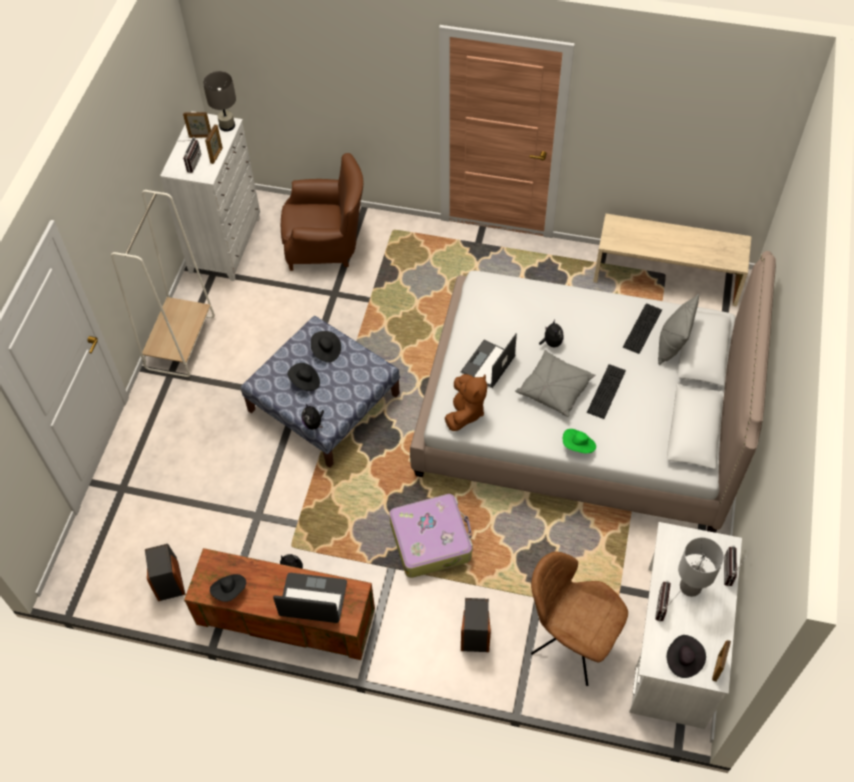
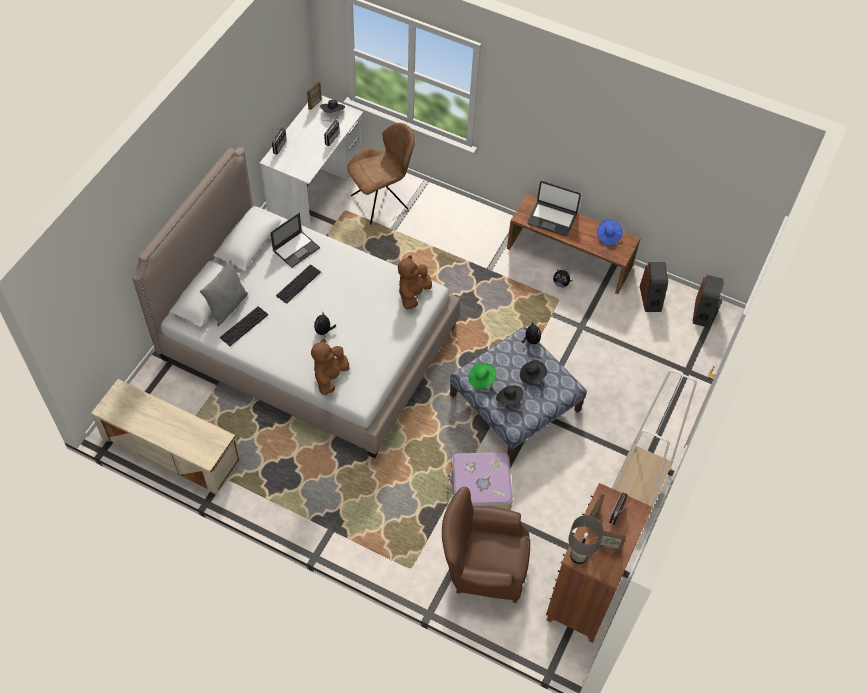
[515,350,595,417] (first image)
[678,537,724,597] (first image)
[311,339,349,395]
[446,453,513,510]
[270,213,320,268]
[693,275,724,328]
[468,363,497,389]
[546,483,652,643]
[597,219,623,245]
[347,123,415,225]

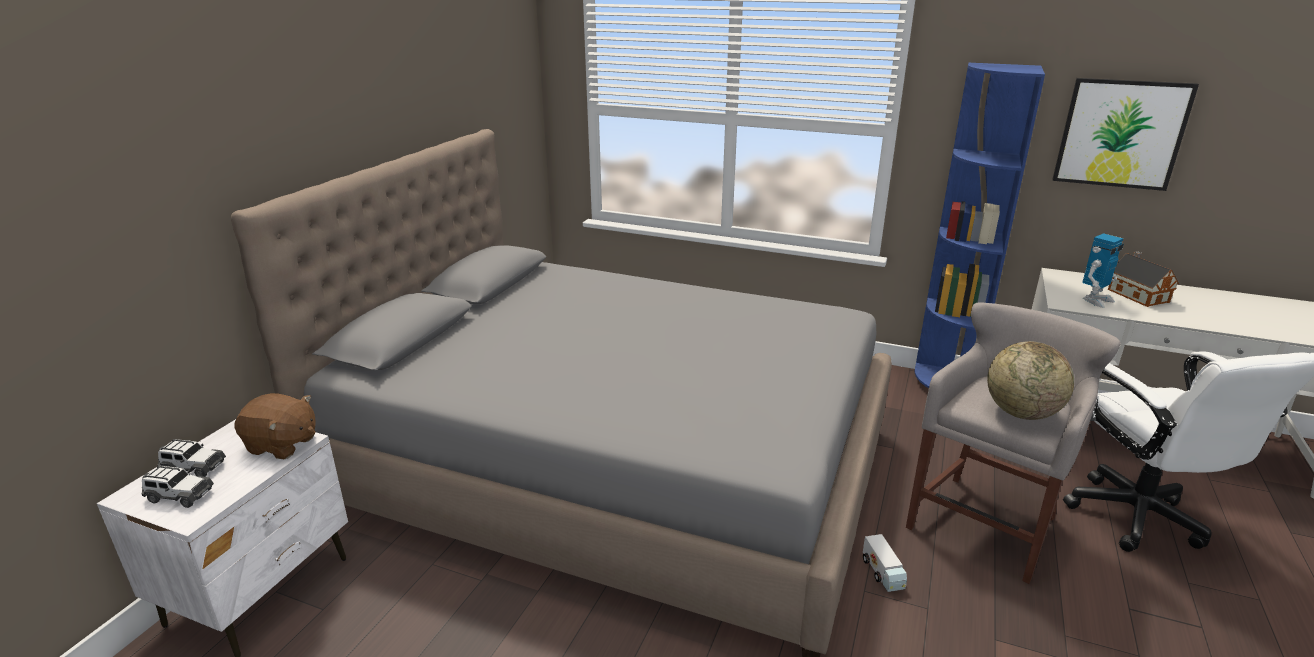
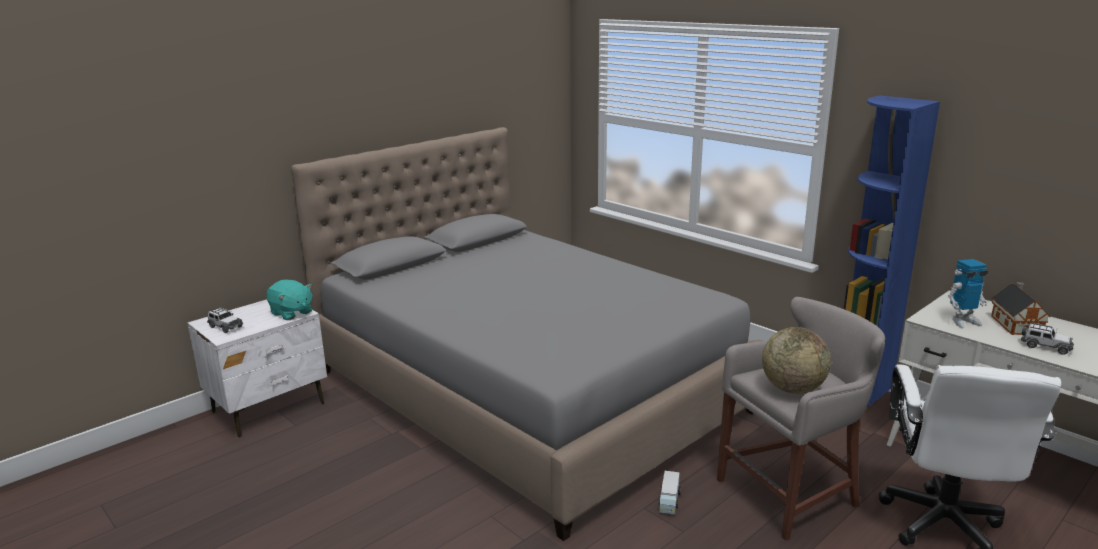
[1052,78,1199,191] (first image)
[1021,323,1074,355]
[266,279,312,320]

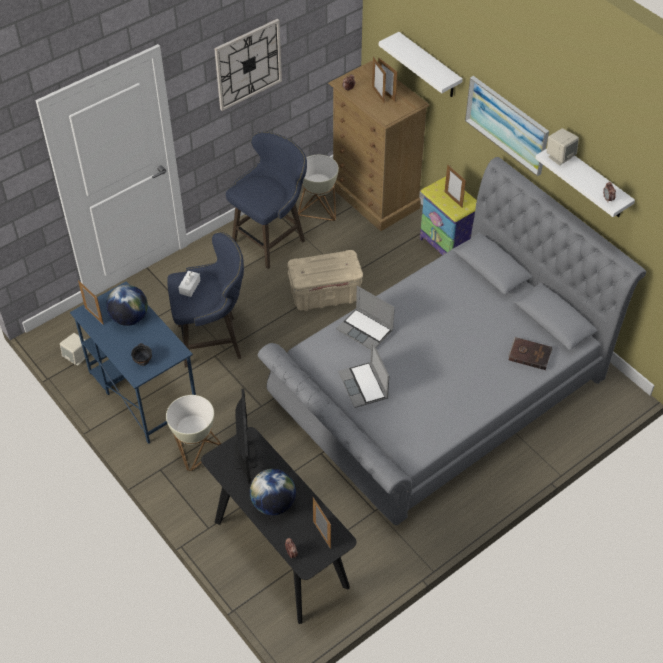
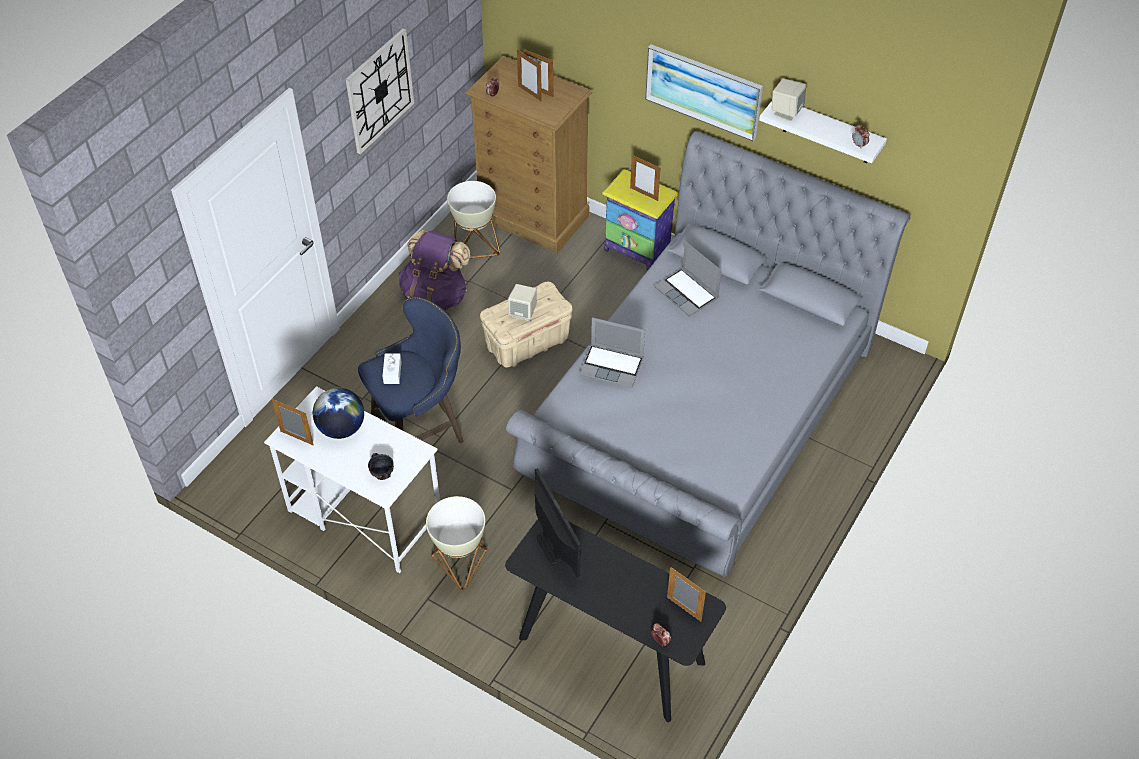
[250,469,296,515] (first image)
[379,32,463,97] (first image)
[508,337,552,370] (first image)
[508,284,537,321]
[654,241,722,317]
[399,230,471,310]
[264,386,440,573]

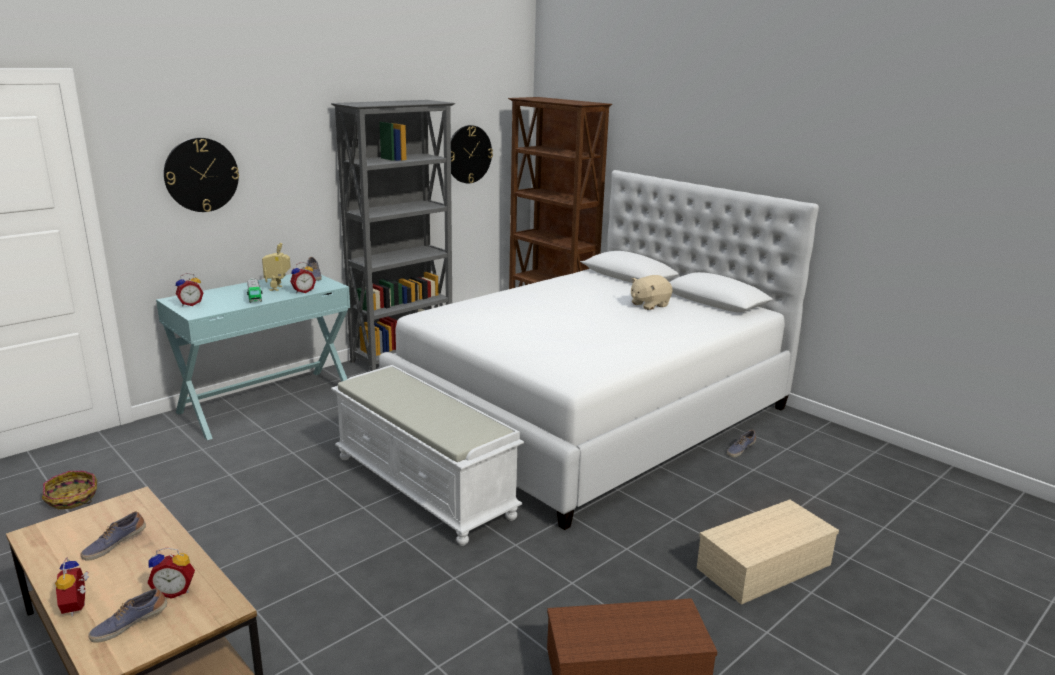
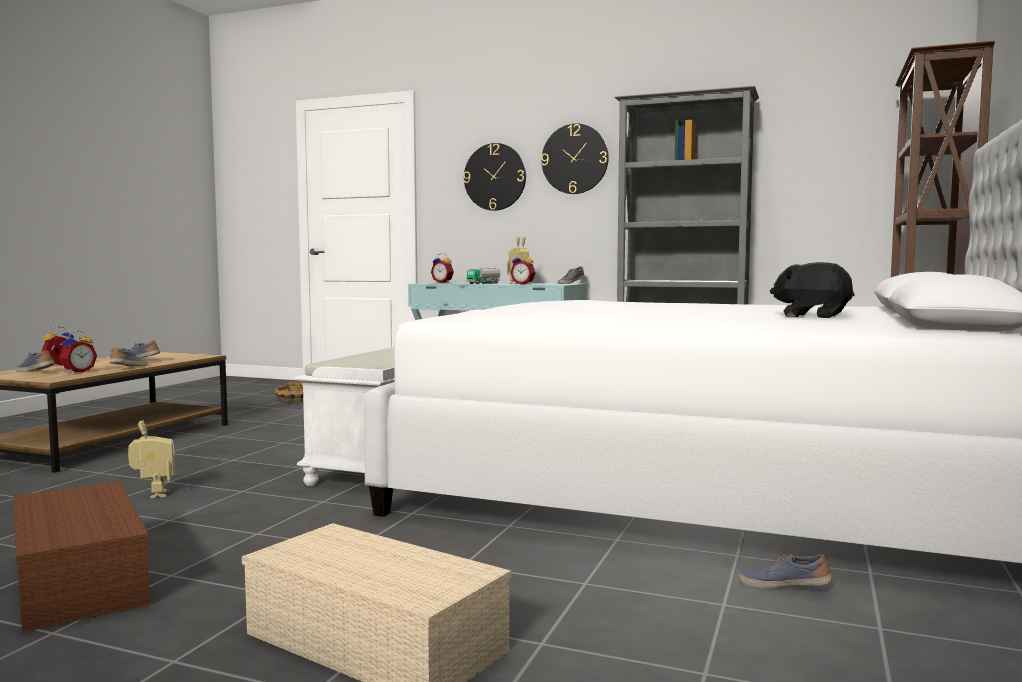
[109,348,147,366]
[128,420,175,498]
[541,124,609,194]
[770,262,854,318]
[60,330,97,373]

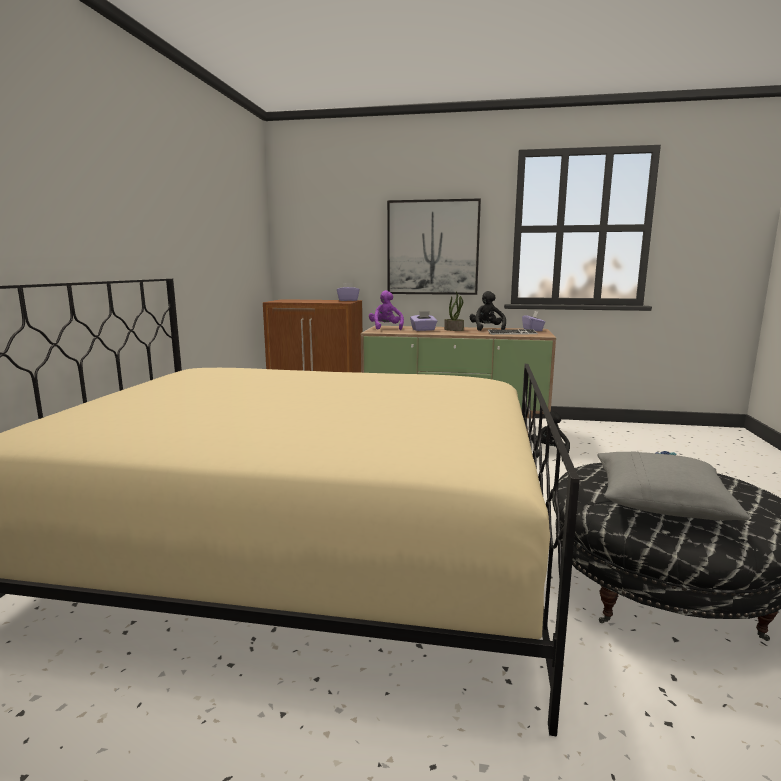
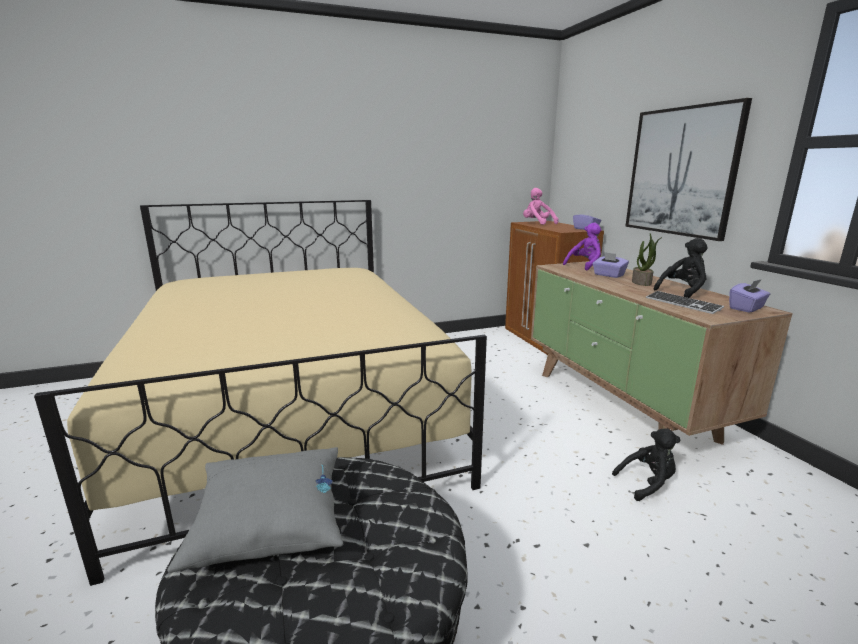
[523,188,559,225]

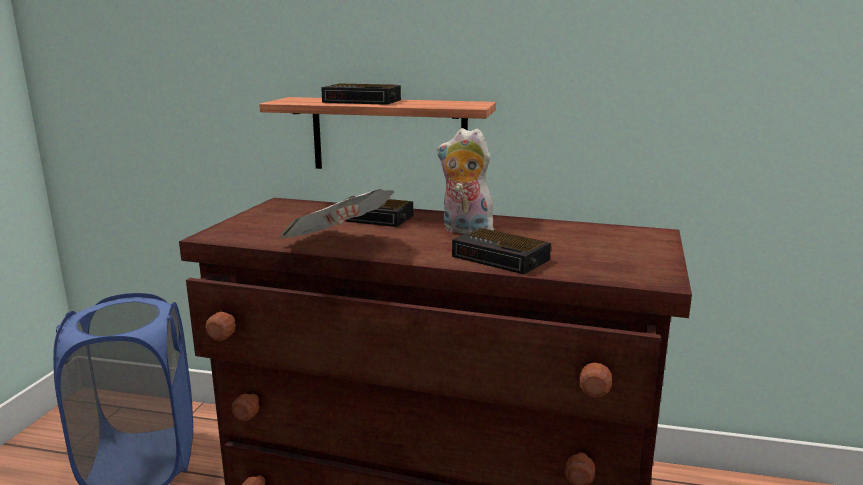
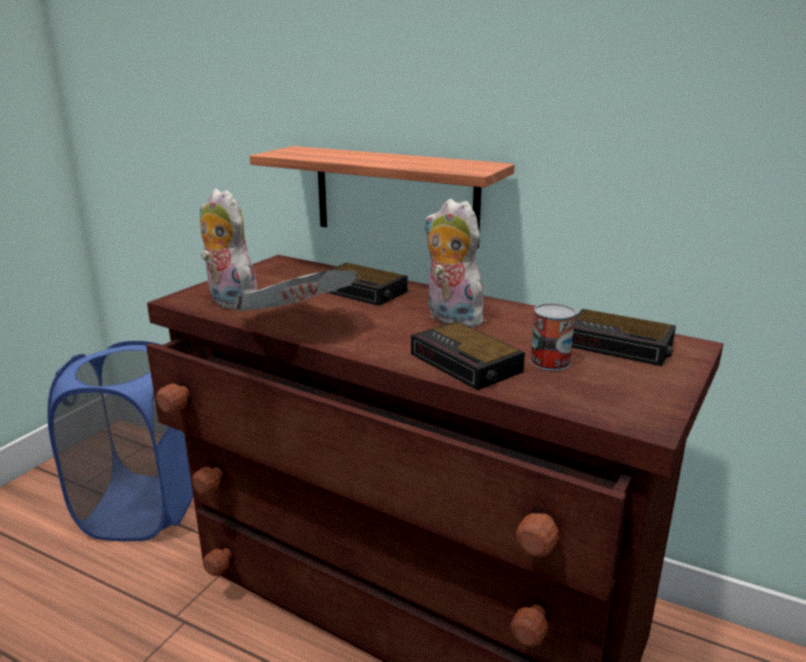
[200,189,258,310]
[530,303,576,371]
[572,309,676,366]

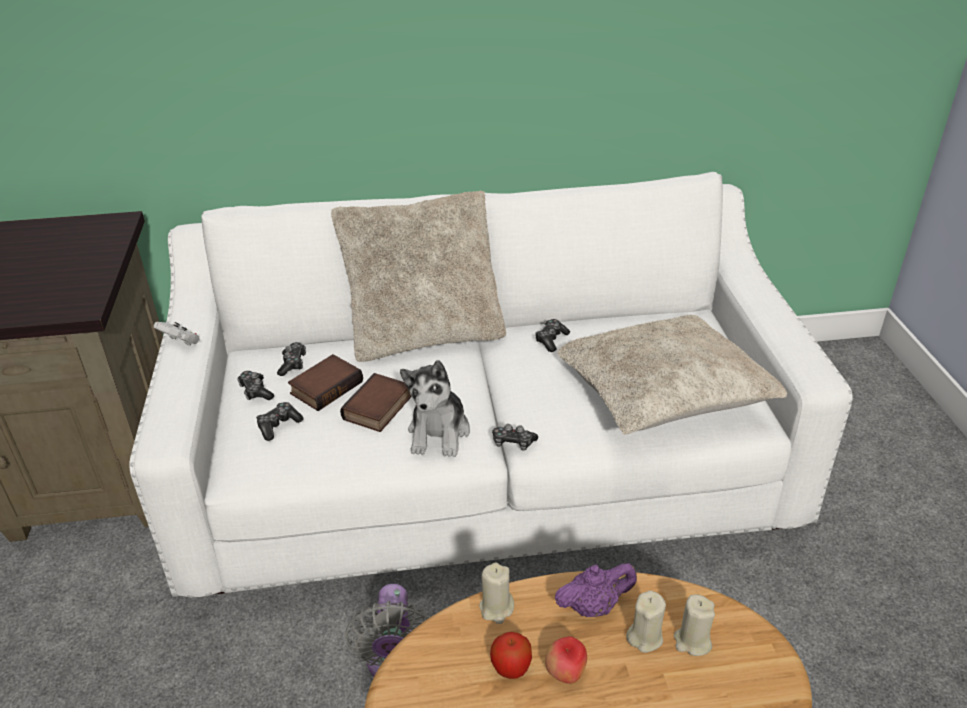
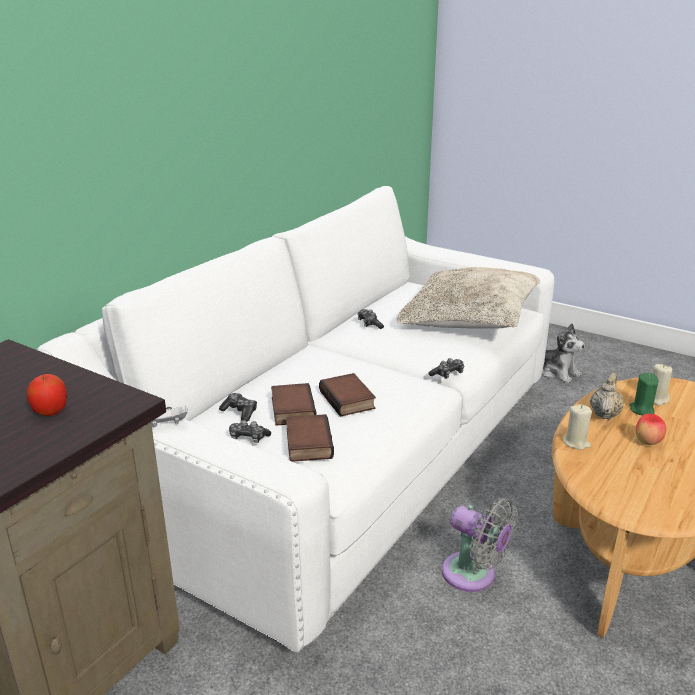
[331,191,506,362] (first image)
[542,323,585,383]
[26,374,67,416]
[286,414,334,462]
[590,372,624,420]
[629,373,658,416]

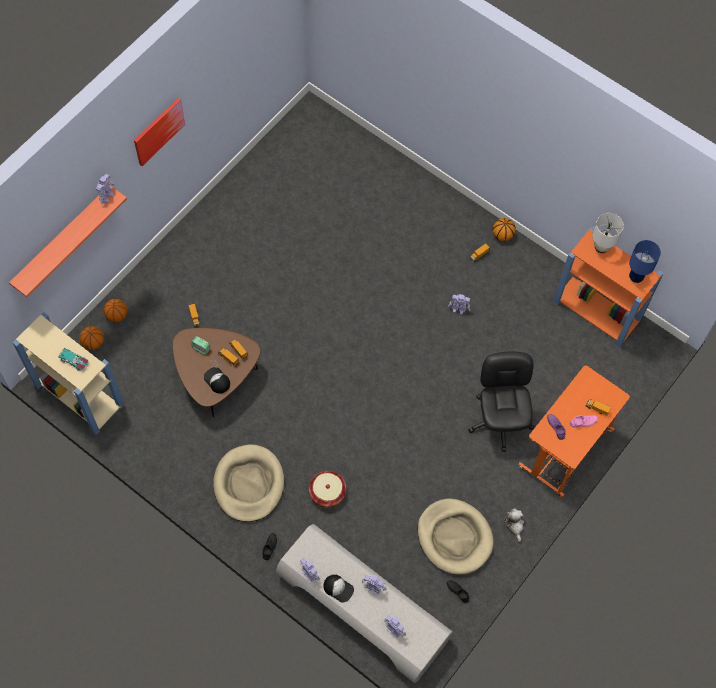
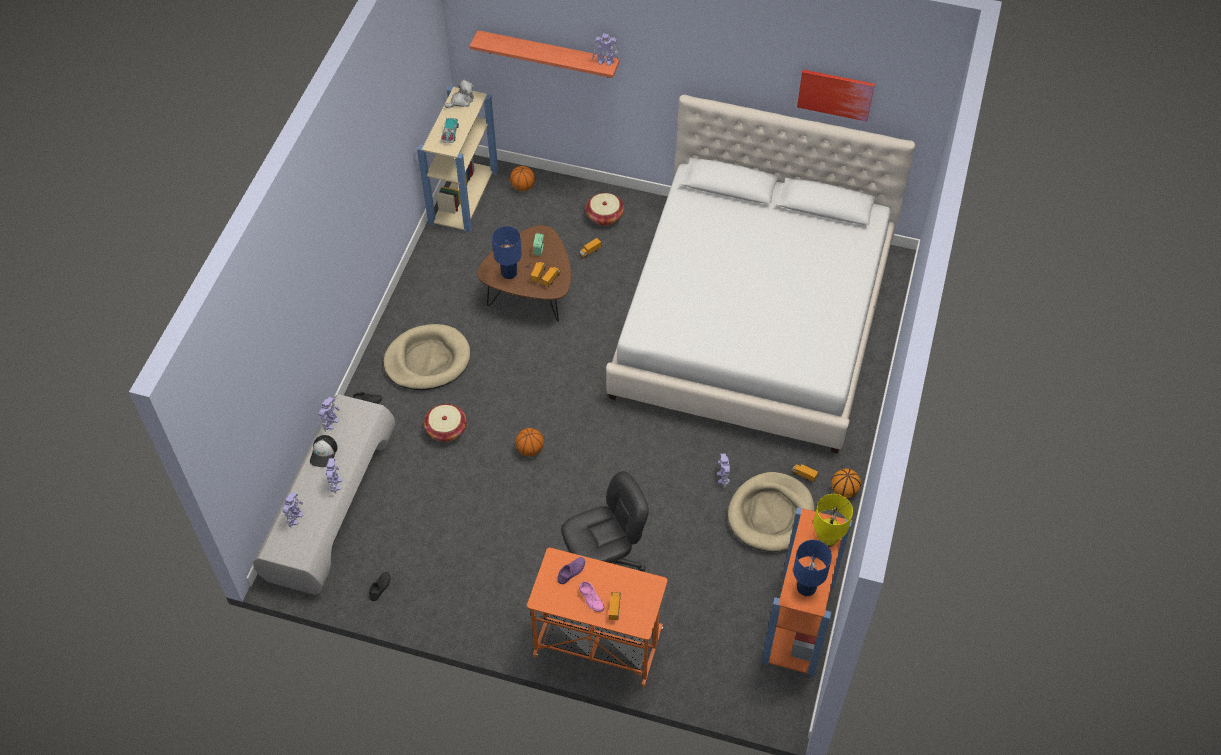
[586,193,624,226]
[606,94,915,453]
[516,428,544,457]
[797,70,875,121]
[728,472,814,552]
[445,79,474,108]
[492,226,522,279]
[813,494,853,547]

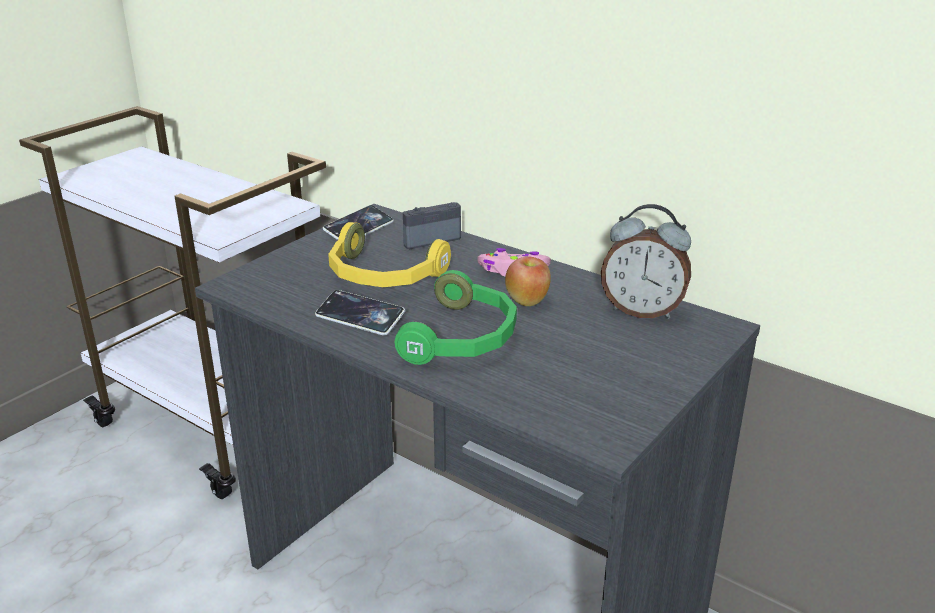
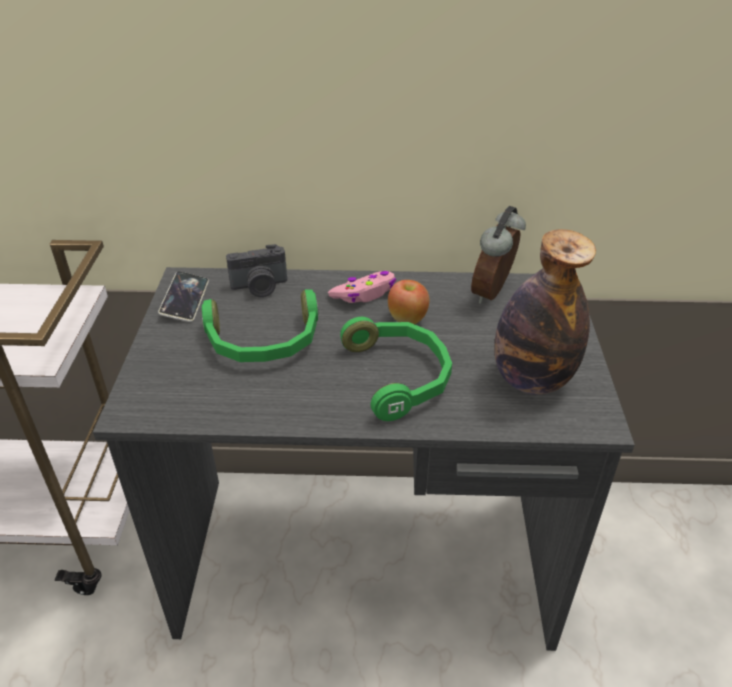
[315,290,405,336] (first image)
[494,229,596,395]
[202,289,318,362]
[226,244,287,297]
[471,206,526,304]

